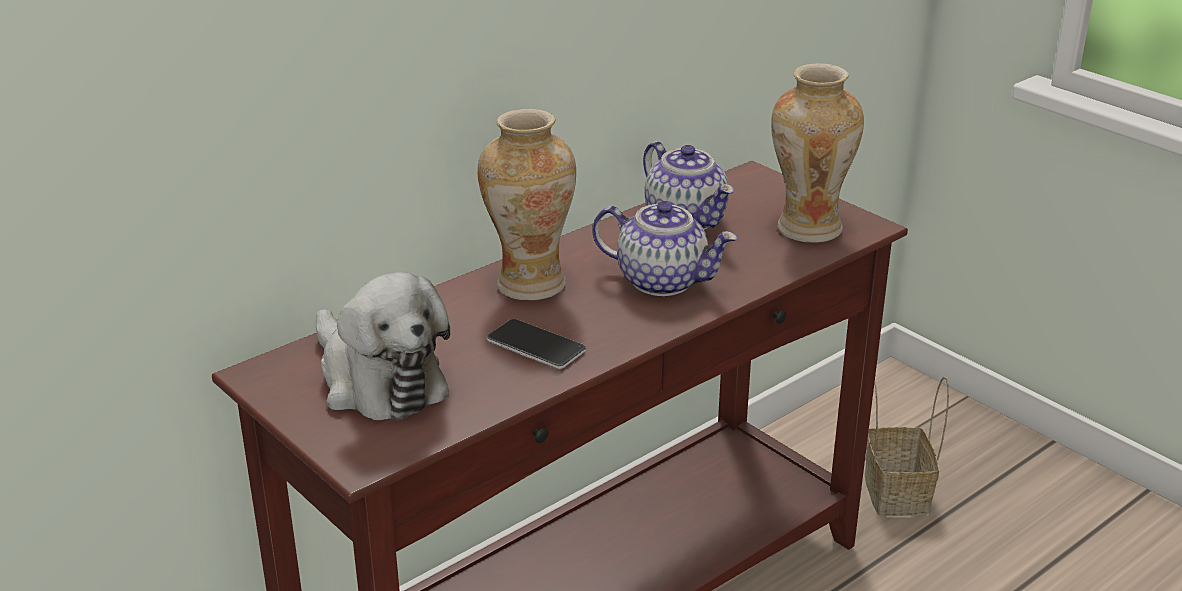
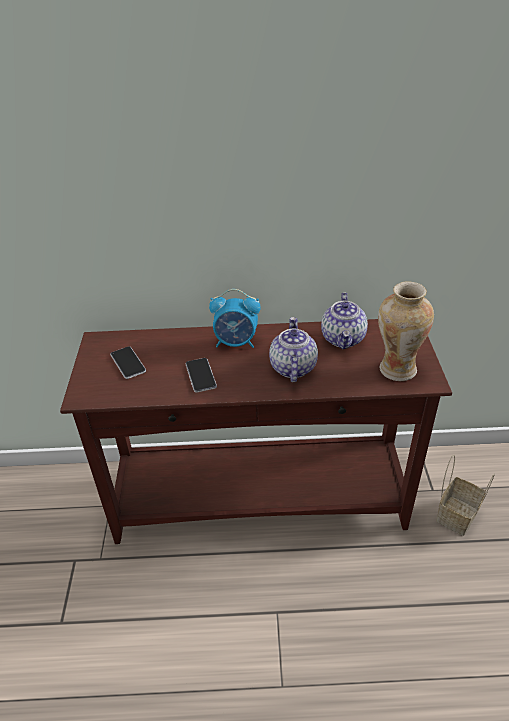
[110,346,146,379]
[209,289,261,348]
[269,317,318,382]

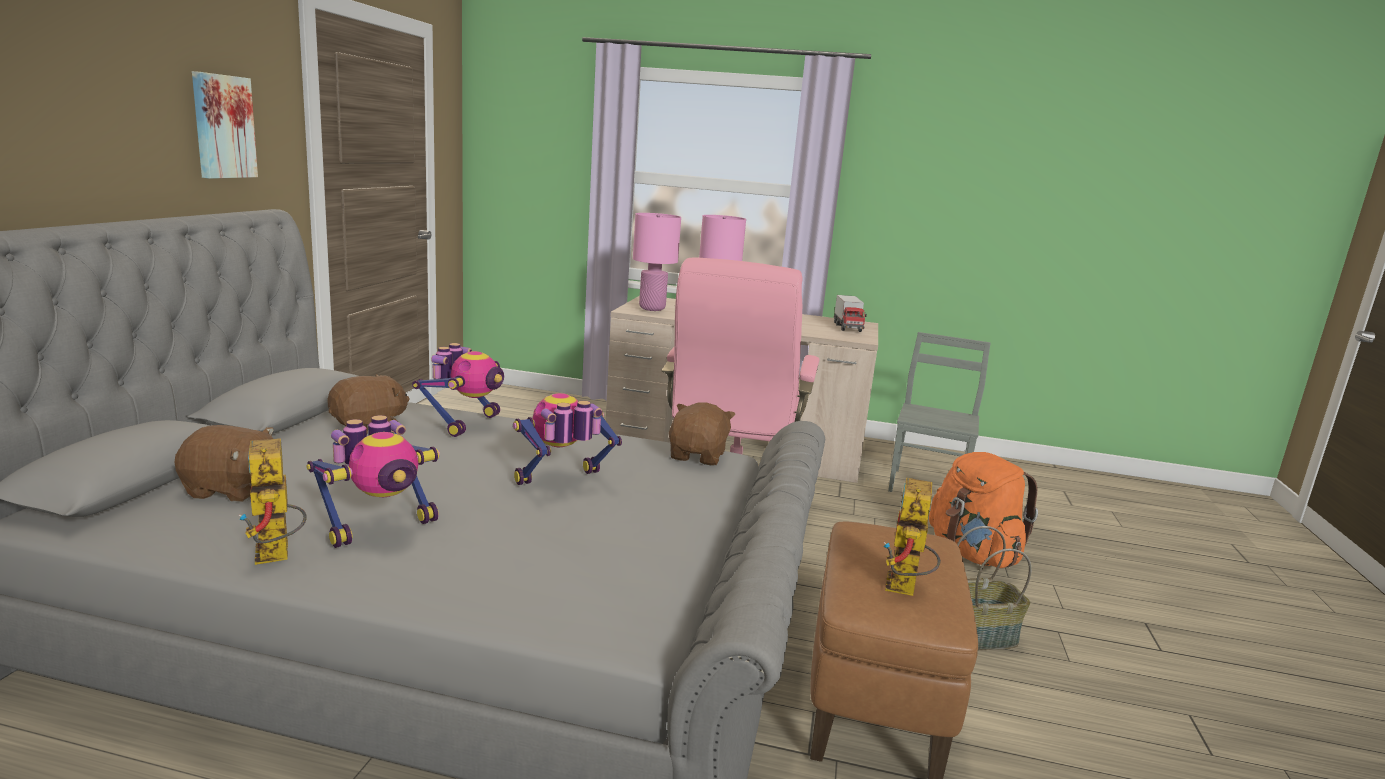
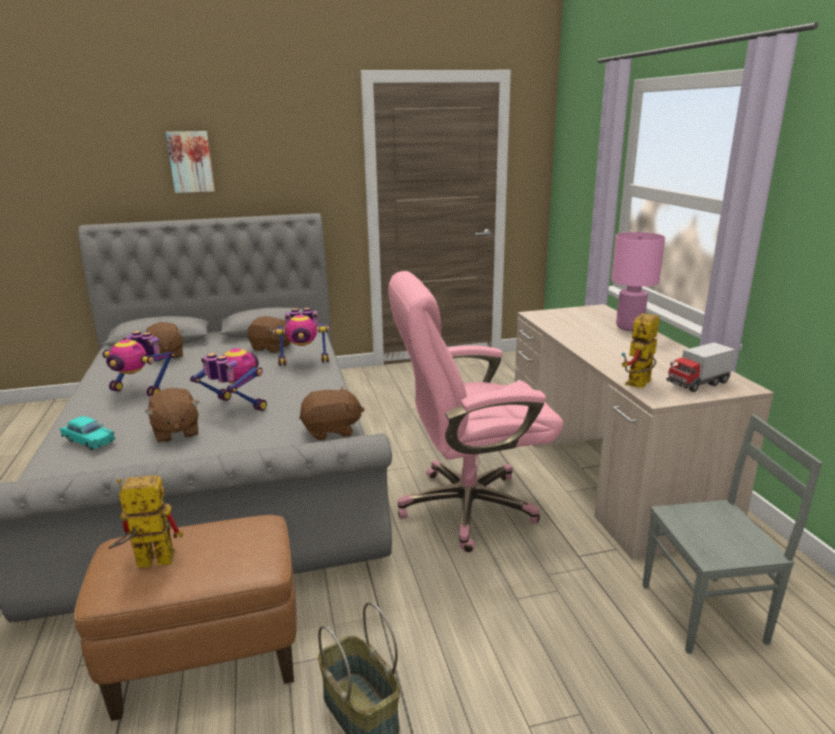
[633,213,681,311] (first image)
[929,452,1038,568] (first image)
[60,416,115,450]
[145,388,199,443]
[166,131,215,193]
[622,313,659,388]

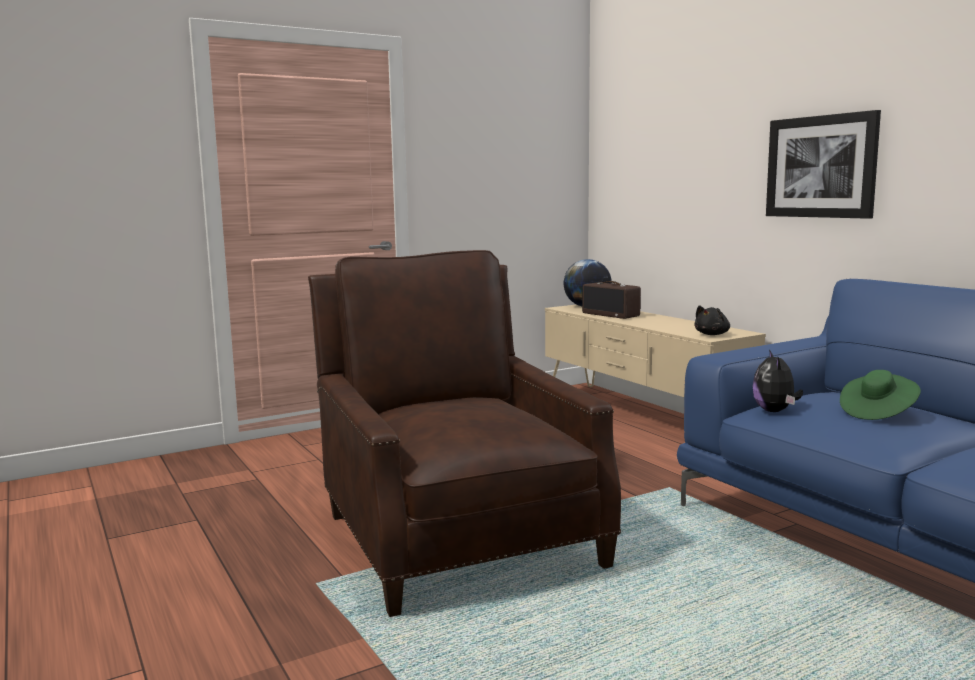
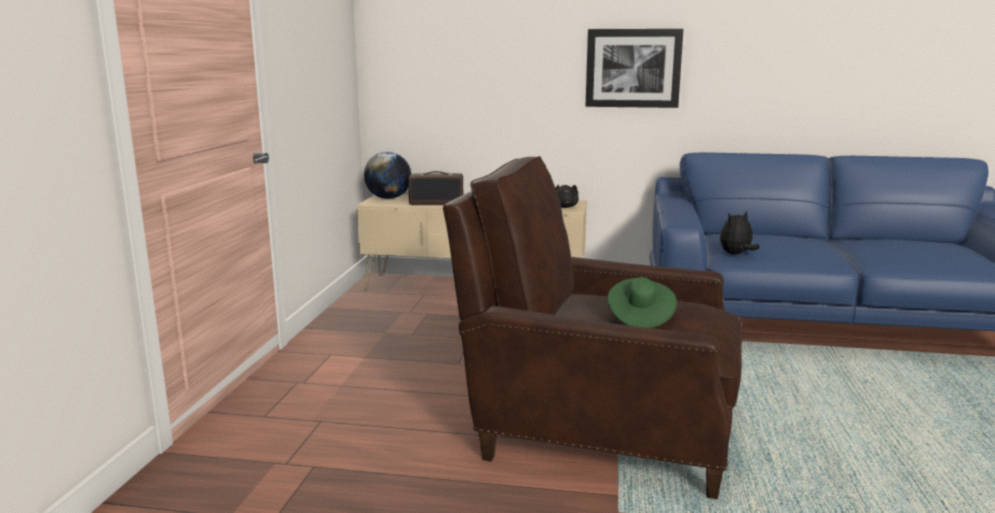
[608,277,677,328]
[720,211,760,254]

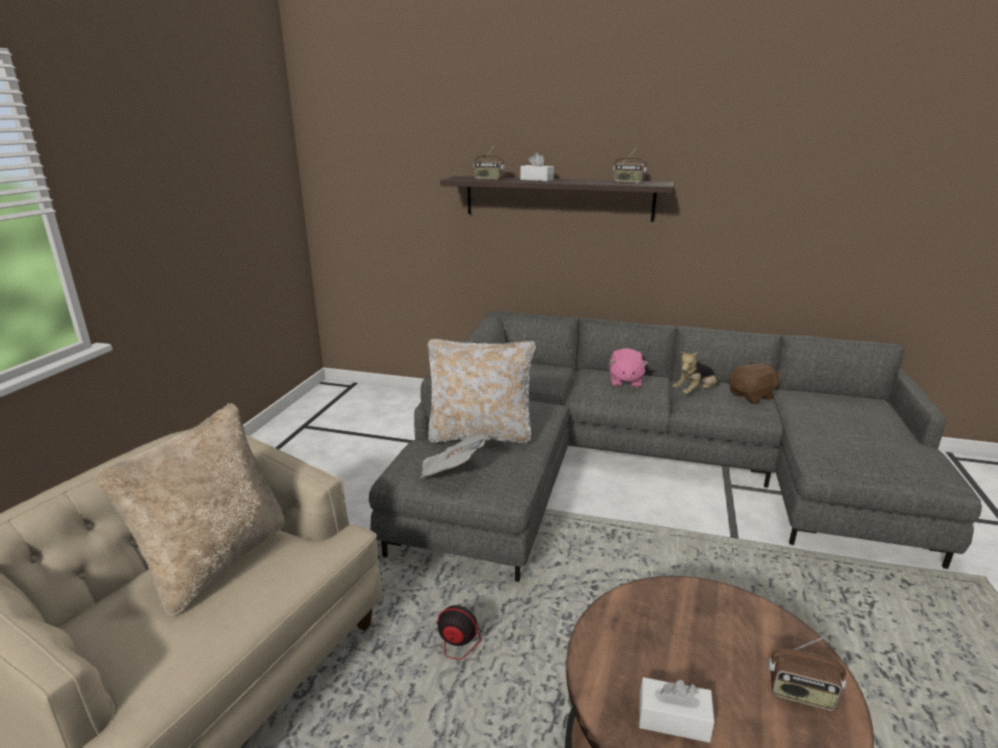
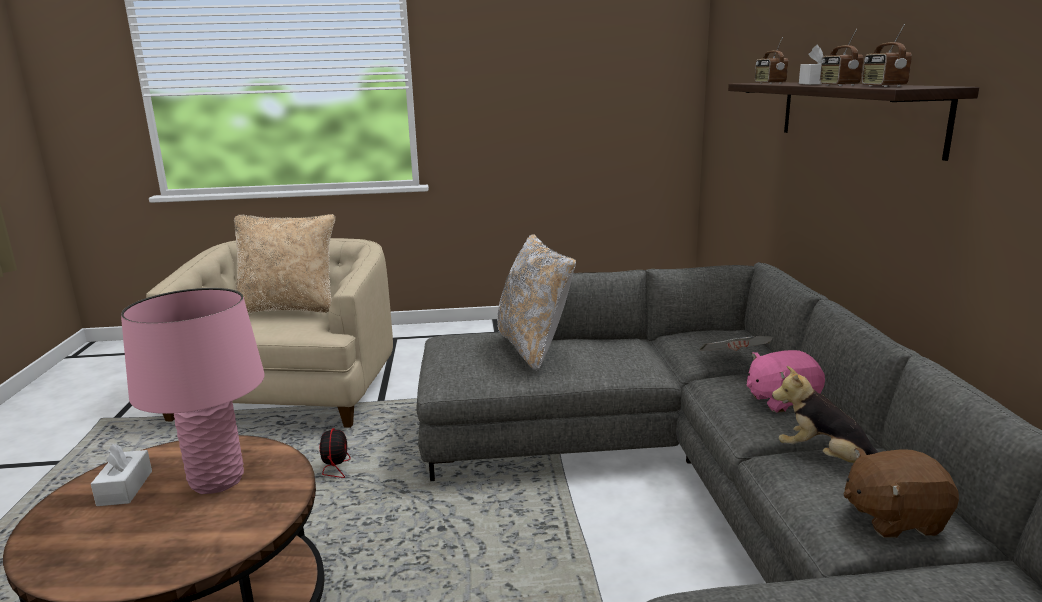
[121,288,265,494]
[699,336,773,351]
[820,29,863,86]
[844,448,959,538]

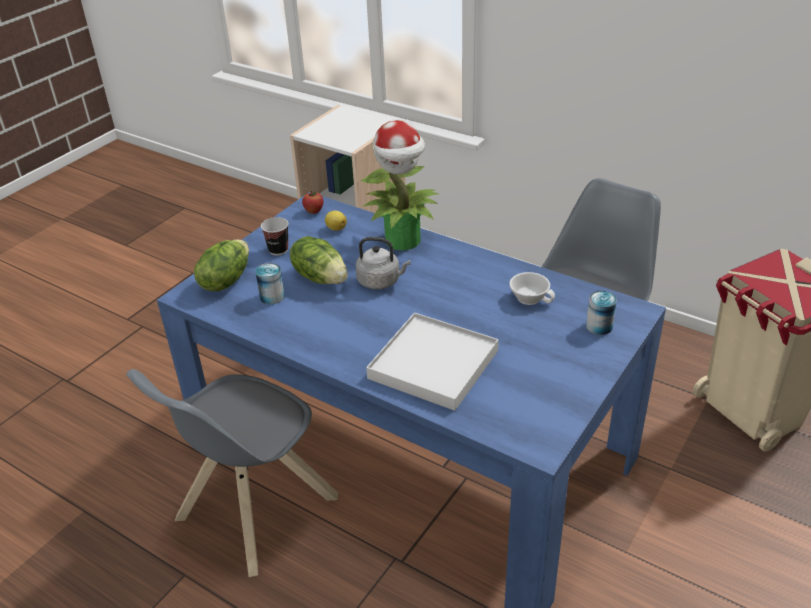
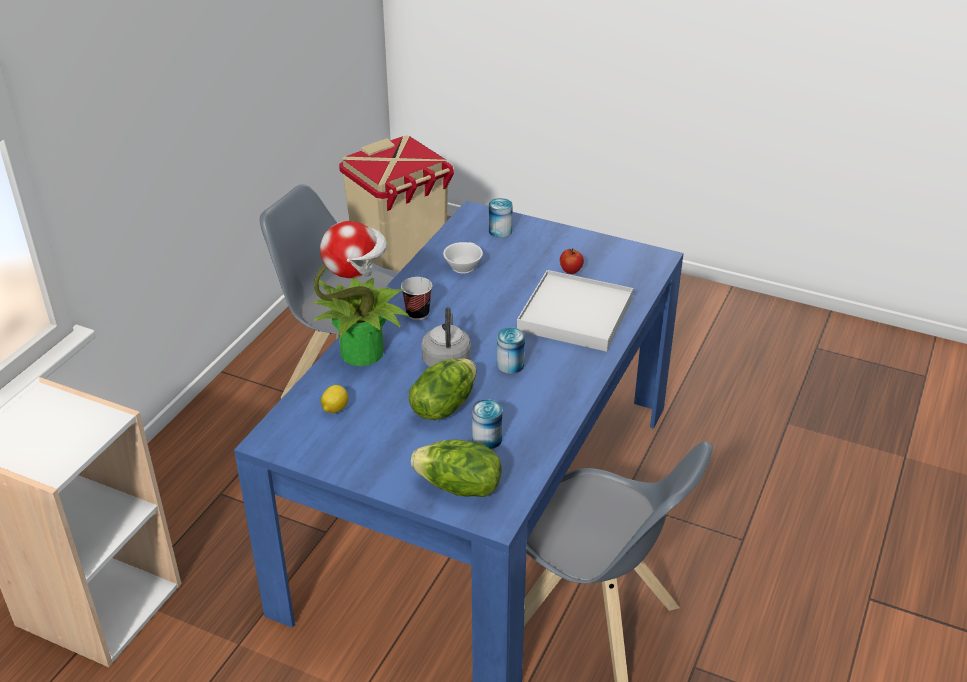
[497,327,525,374]
[401,277,432,320]
[560,248,584,274]

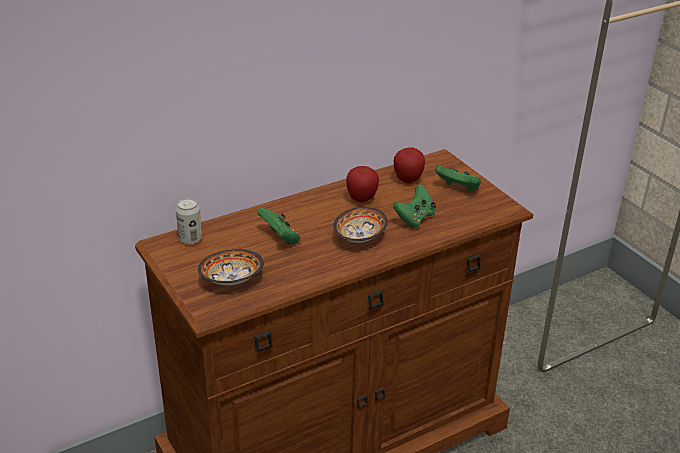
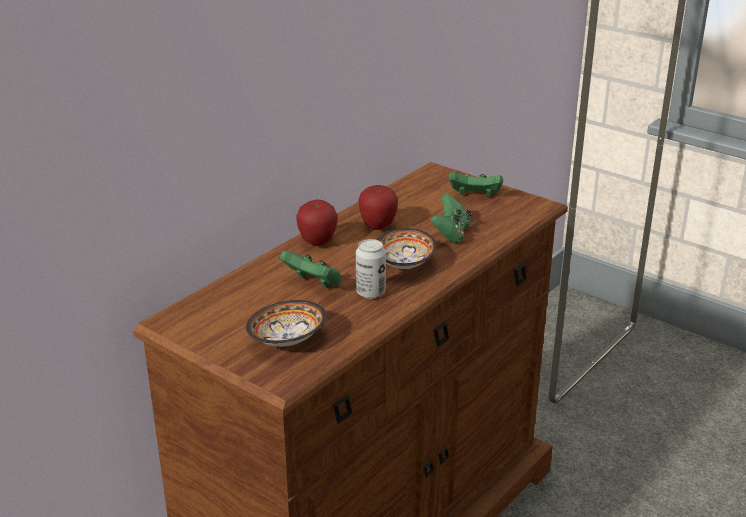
[356,239,386,299]
[296,199,338,246]

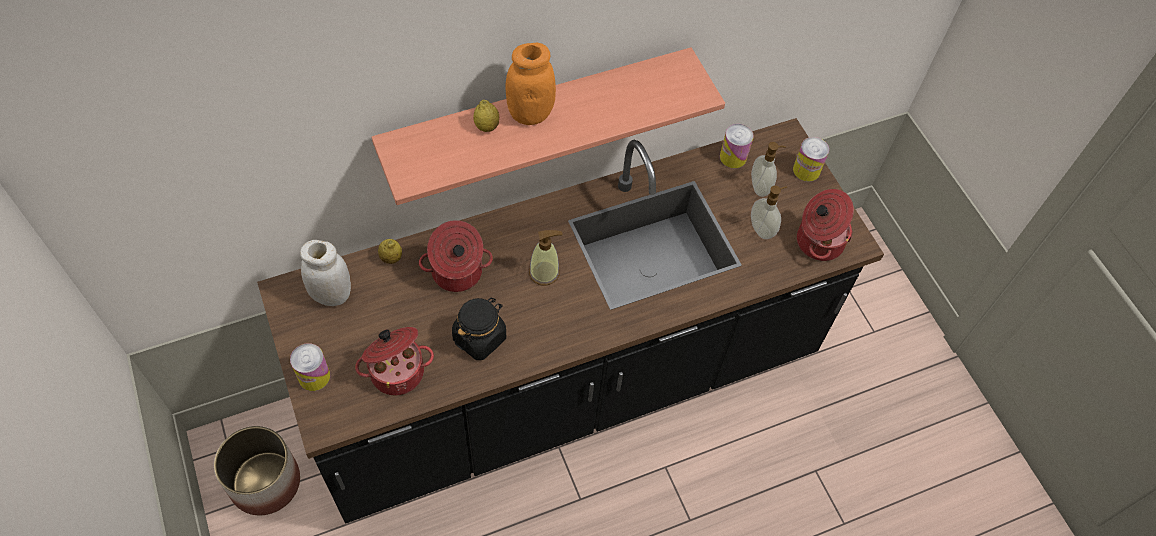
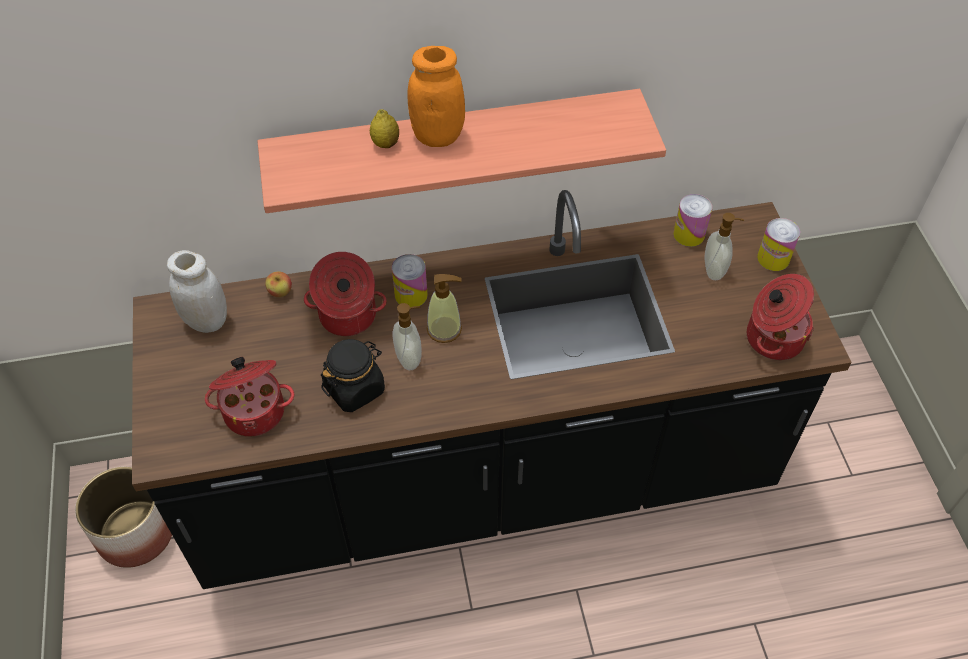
[392,254,428,307]
[393,303,422,370]
[265,271,292,297]

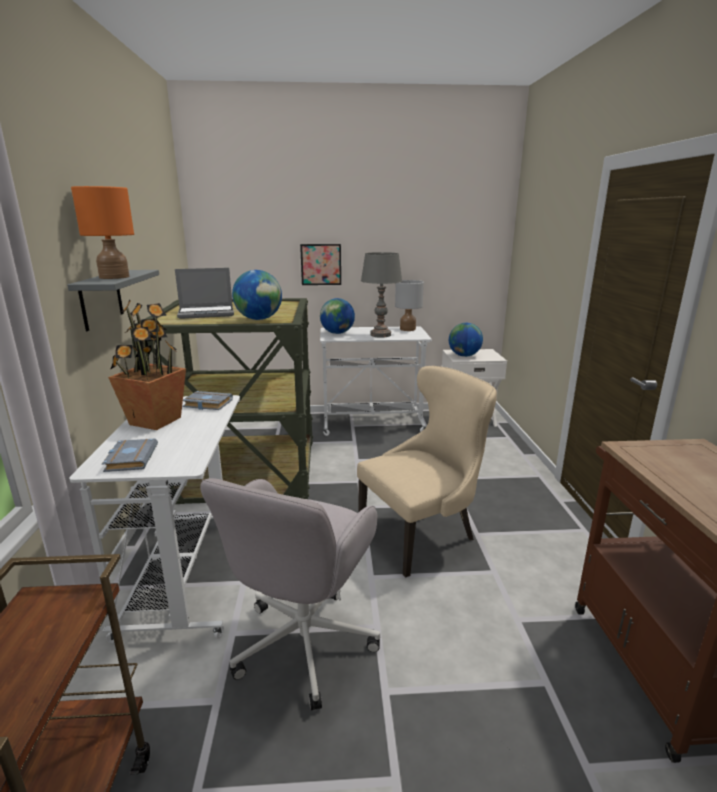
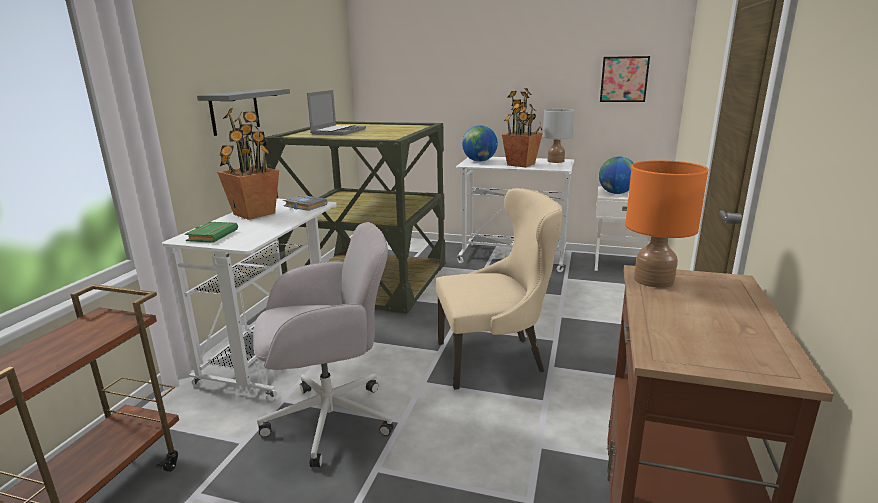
[232,270,282,320] (first image)
[625,160,709,288]
[600,56,650,102]
[502,88,543,167]
[185,222,238,243]
[307,90,366,135]
[253,222,394,467]

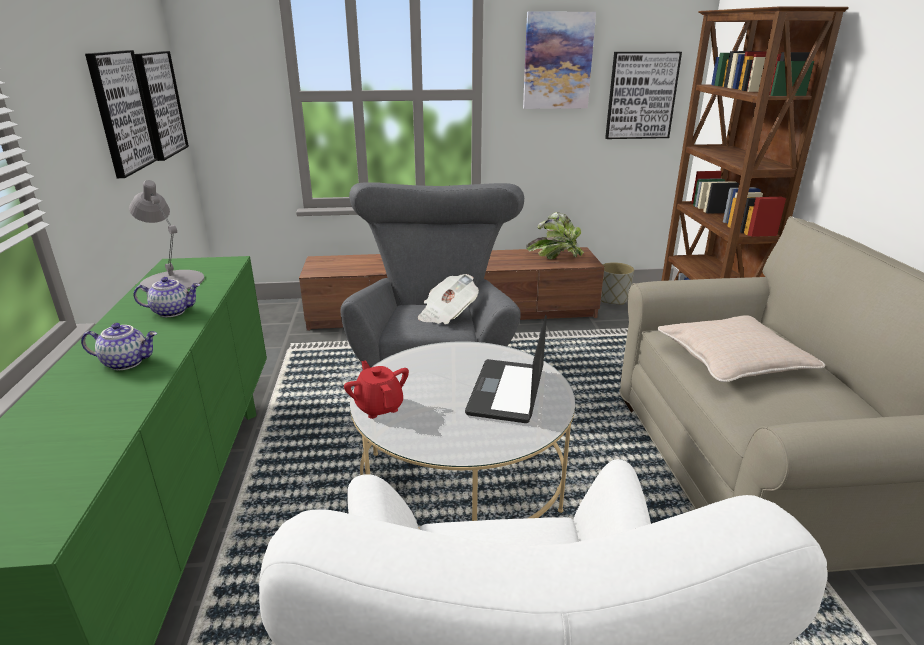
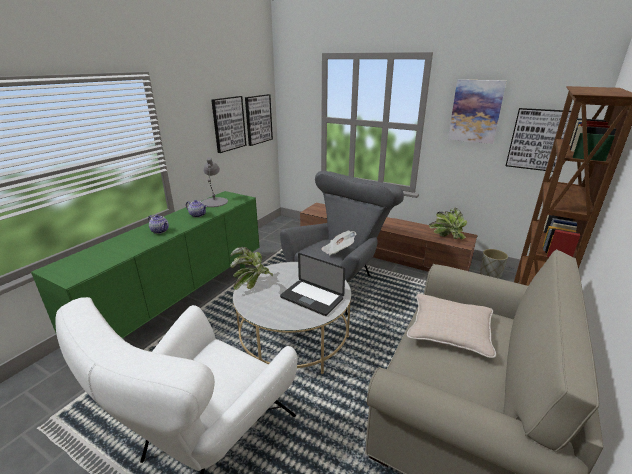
[230,247,273,290]
[280,253,345,316]

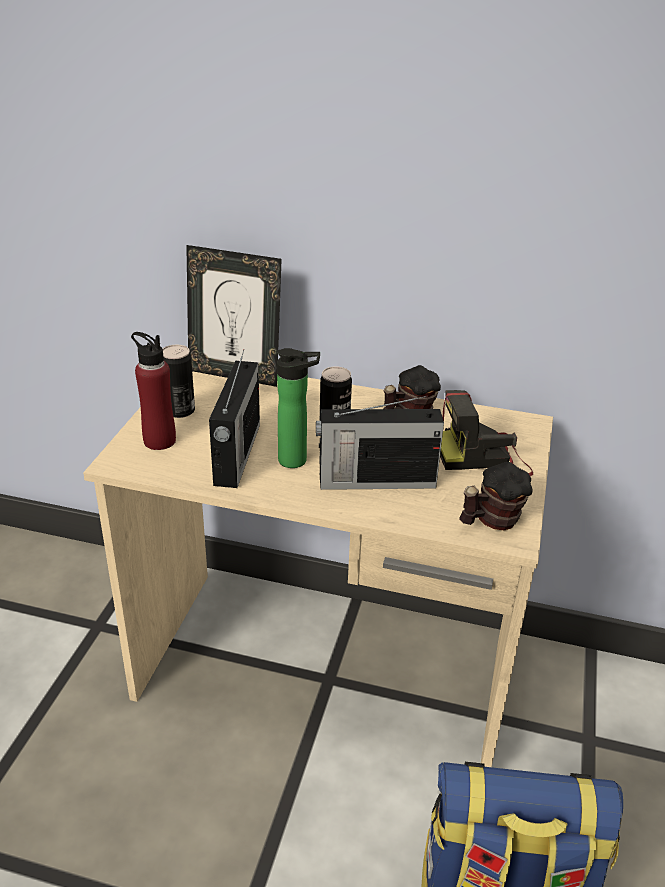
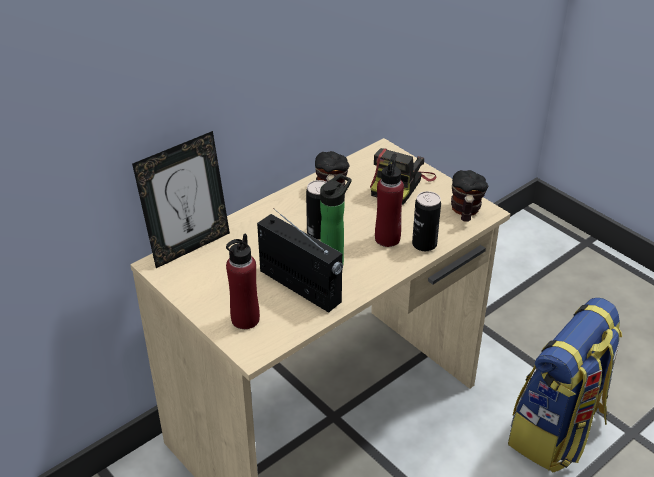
[412,191,441,251]
[375,154,404,247]

